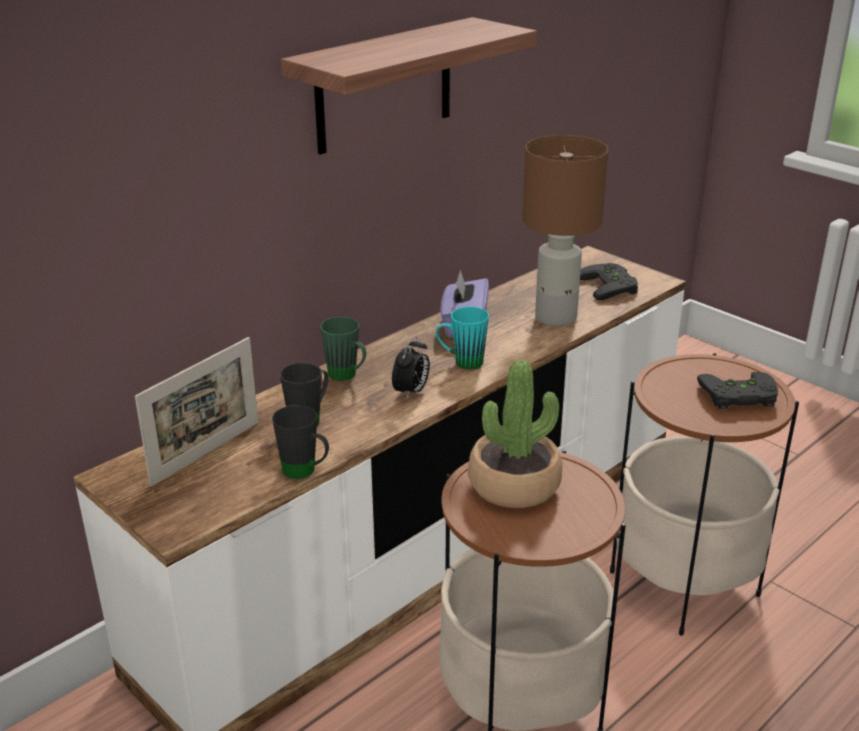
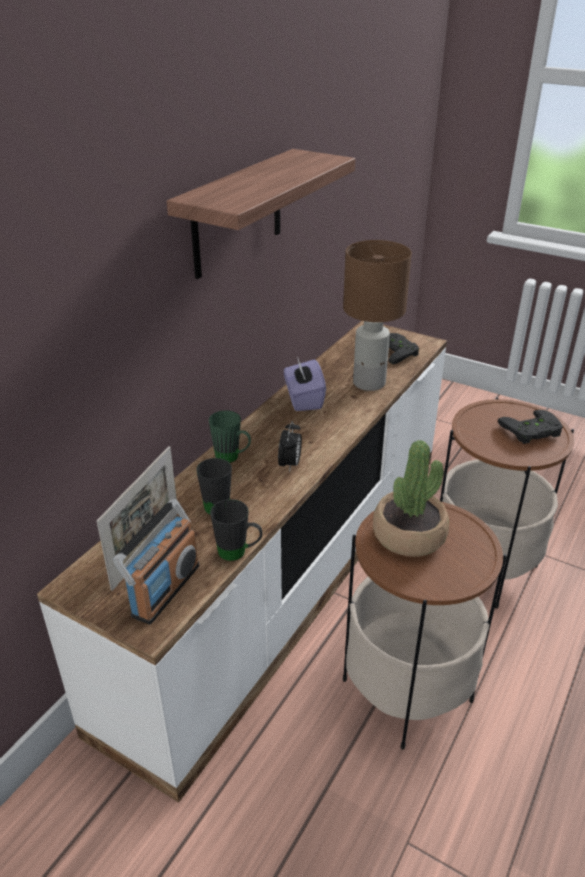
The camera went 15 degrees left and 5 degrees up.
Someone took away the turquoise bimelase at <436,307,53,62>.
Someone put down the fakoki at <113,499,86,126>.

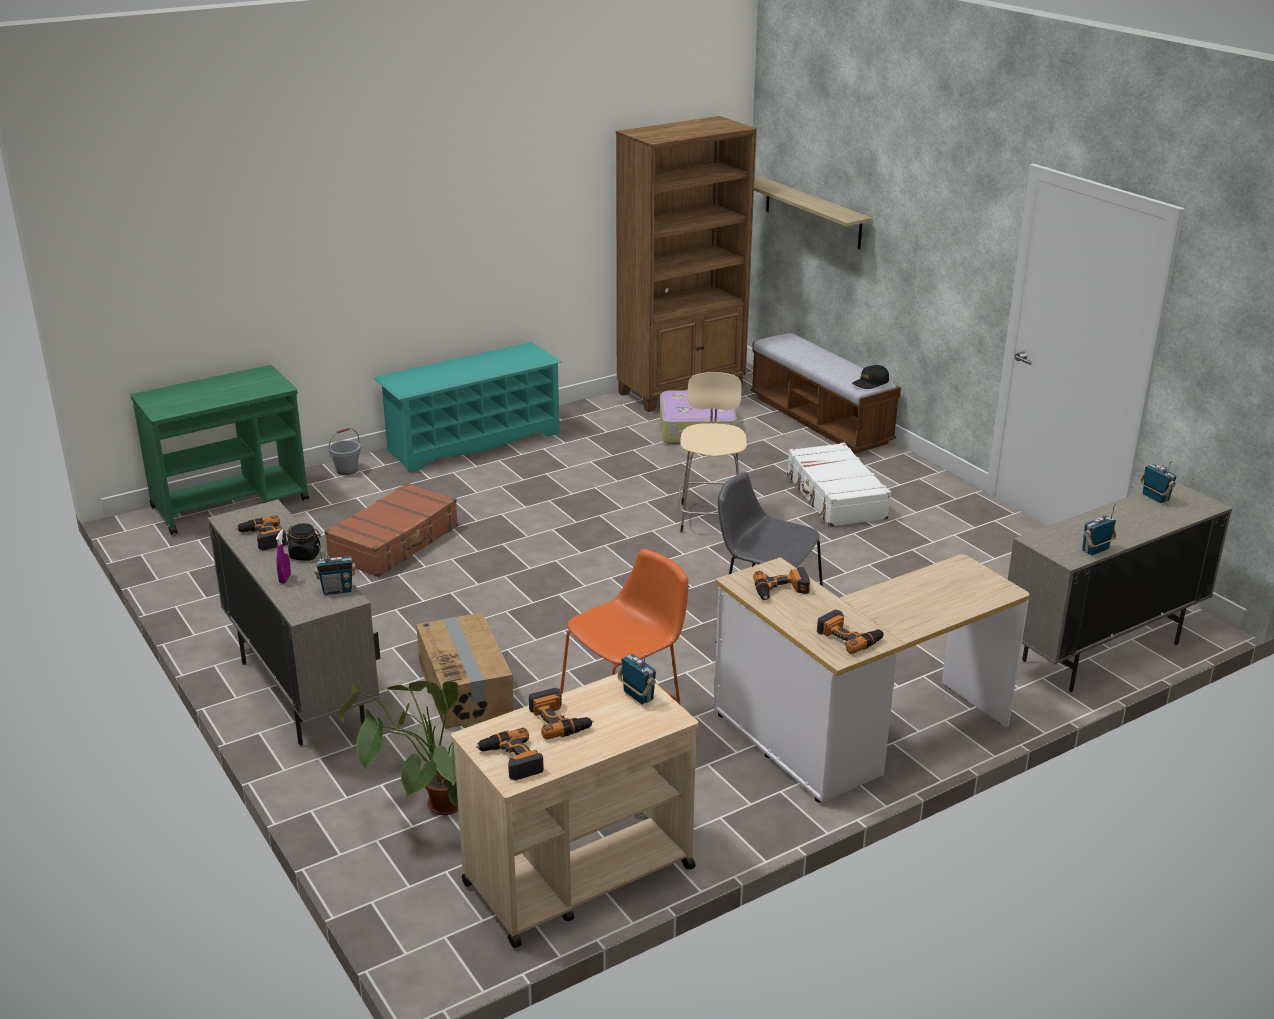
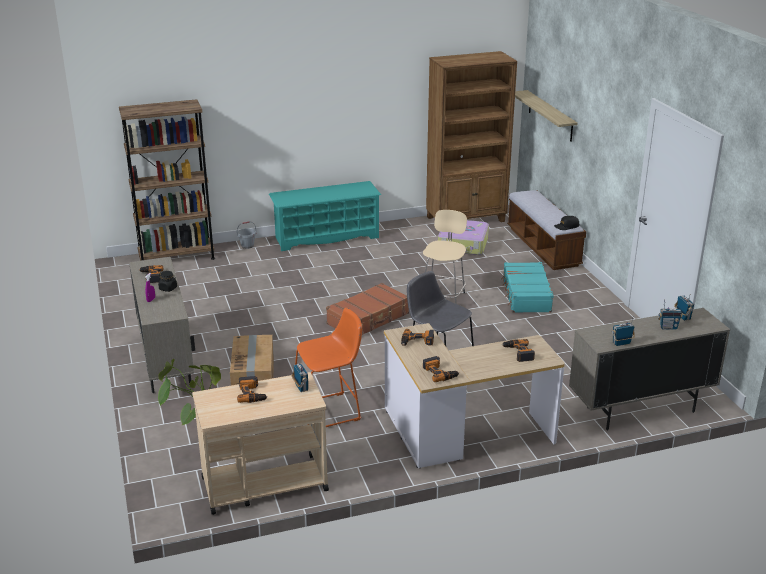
The camera went 15 degrees right and 0 degrees up.
Someone swapped the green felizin at <130,365,179,170> for the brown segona at <119,99,96,162>.
Someone carried the fakoki from <314,544,42,51> to <658,300,25,30>.
Someone carried the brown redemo from <324,483,134,94> to <326,283,83,52>.
Someone carried the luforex from <476,728,68,53> to <502,339,33,23>.
Someone repainted the white redemo at <787,442,104,85>, which became the turquoise redemo at <501,262,53,51>.

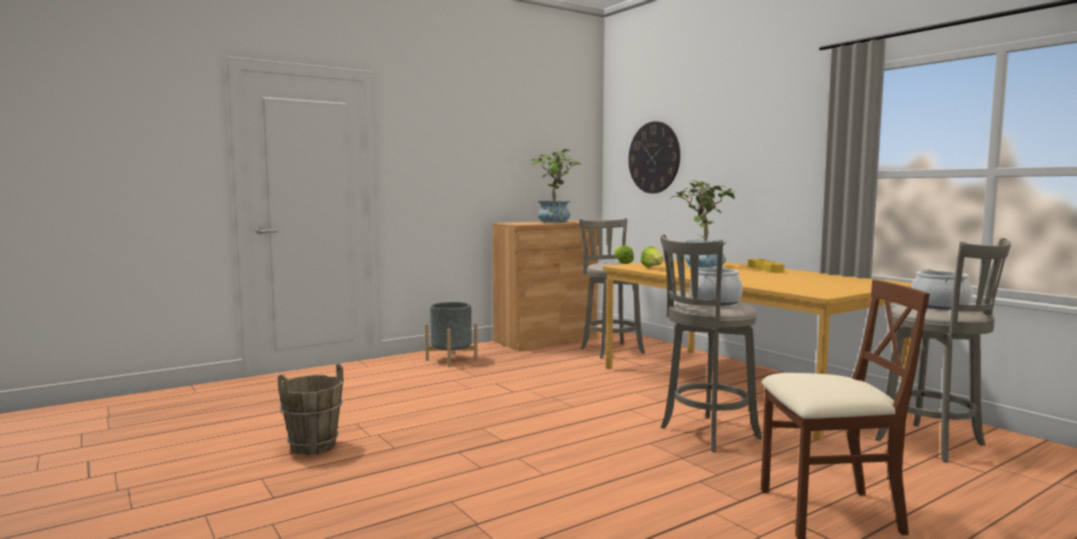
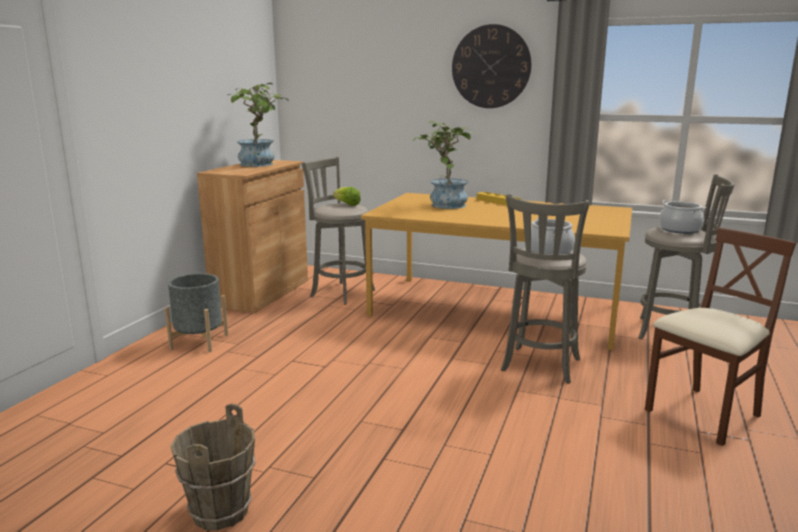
The camera went 35 degrees left and 10 degrees up.
Someone carried the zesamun from <628,121,52,72> to <452,24,80,84>.
Someone took away the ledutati at <641,246,22,21>.

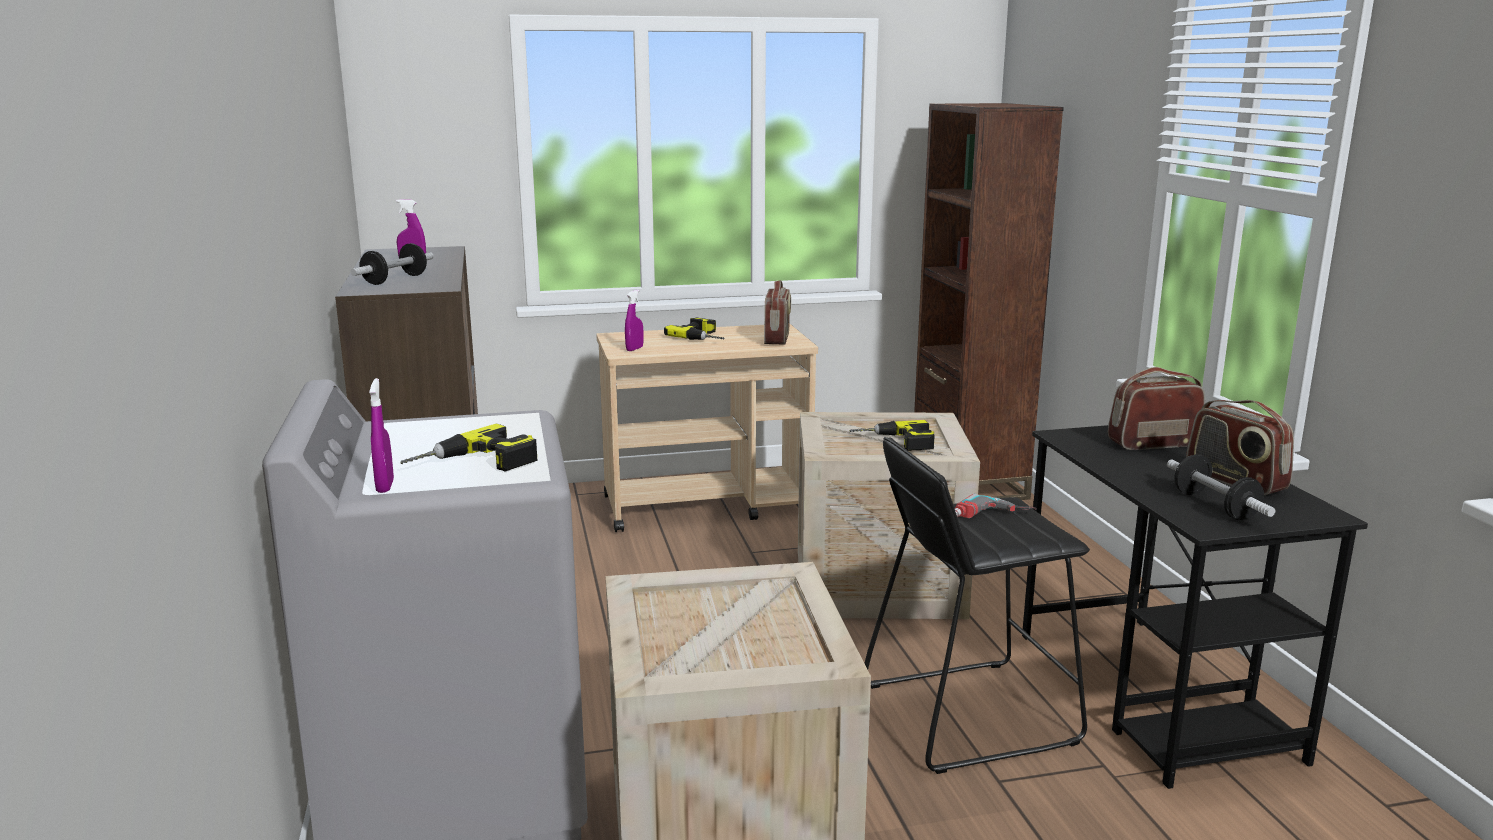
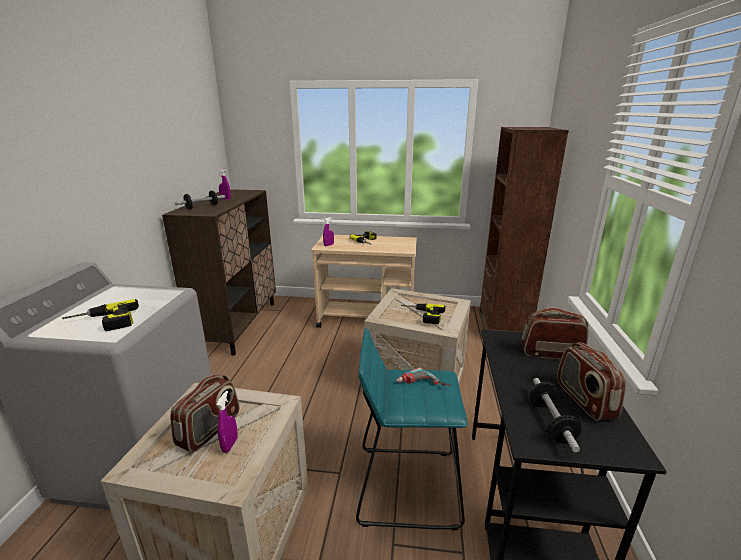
The camera went 20 degrees right and 5 degrees up.
Someone carried the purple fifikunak from <369,378,25,115> to <216,391,22,62>.
Someone carried the fakoki from <764,280,27,65> to <170,374,69,79>.
Someone repainted the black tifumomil at <865,437,225,337>, which became the turquoise tifumomil at <356,328,112,203>.

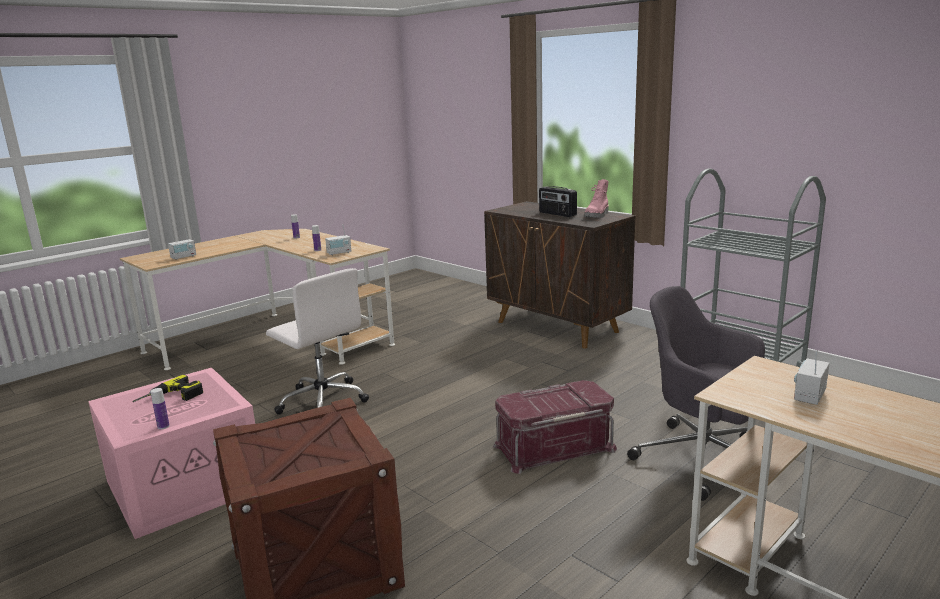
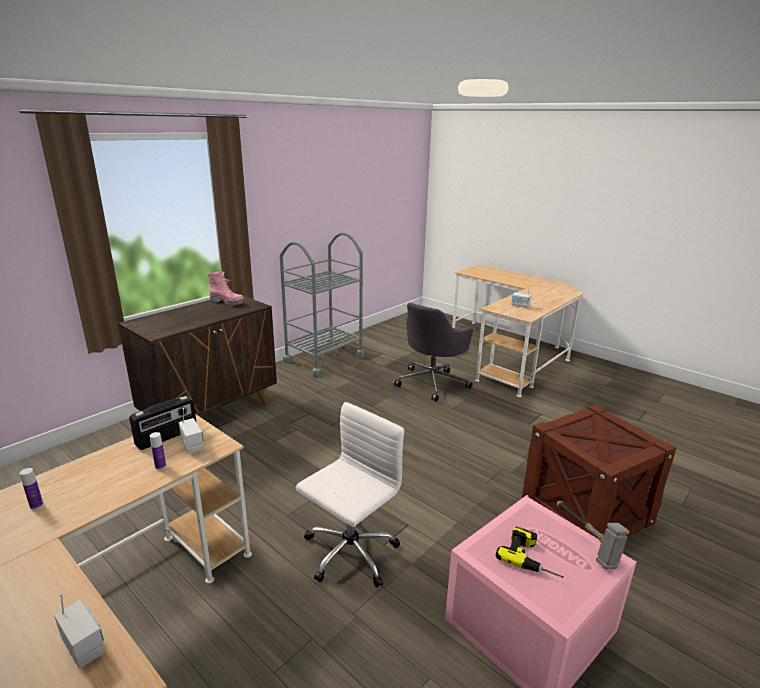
The camera went 95 degrees left and 5 degrees up.
Someone swapped the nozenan at <151,388,19,41> for the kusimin at <557,501,72,68>.
Someone took away the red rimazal at <493,380,124,94>.
Someone carried the fakoki from <539,186,38,31> to <129,396,68,54>.

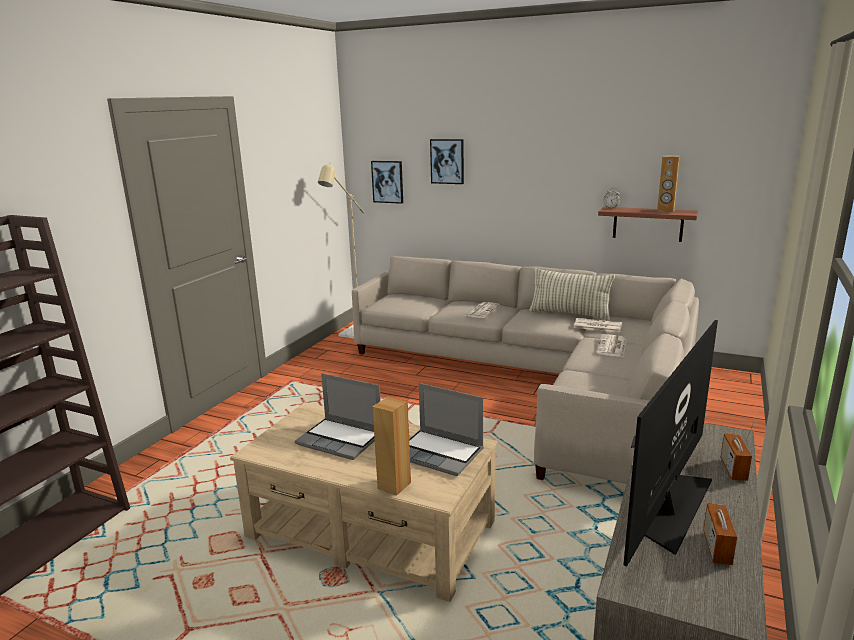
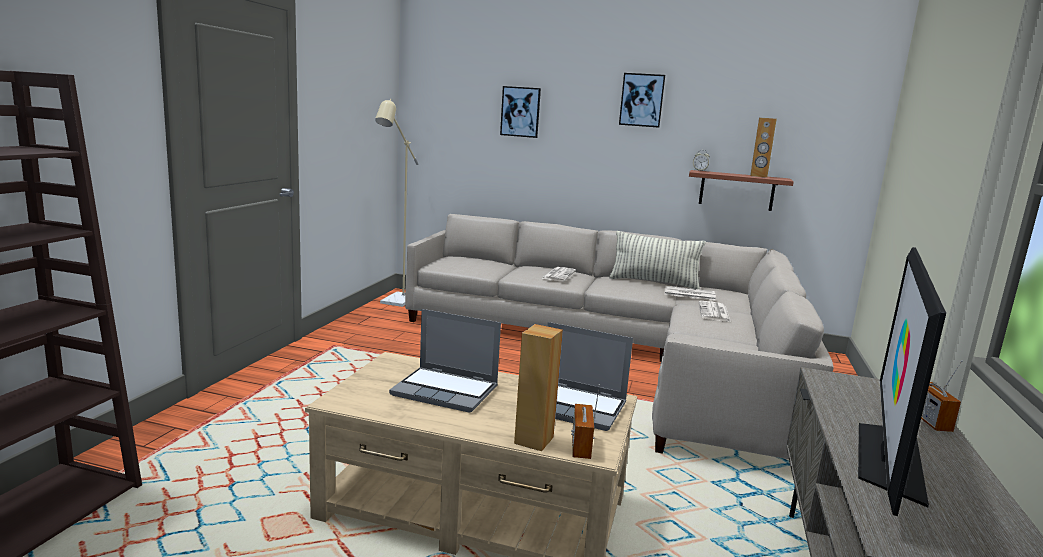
The camera went 10 degrees left and 5 degrees down.
Someone carried the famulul from <371,161,32,43> to <619,73,46,55>.
Someone carried the fakoki from <703,493,39,72> to <571,384,29,75>.

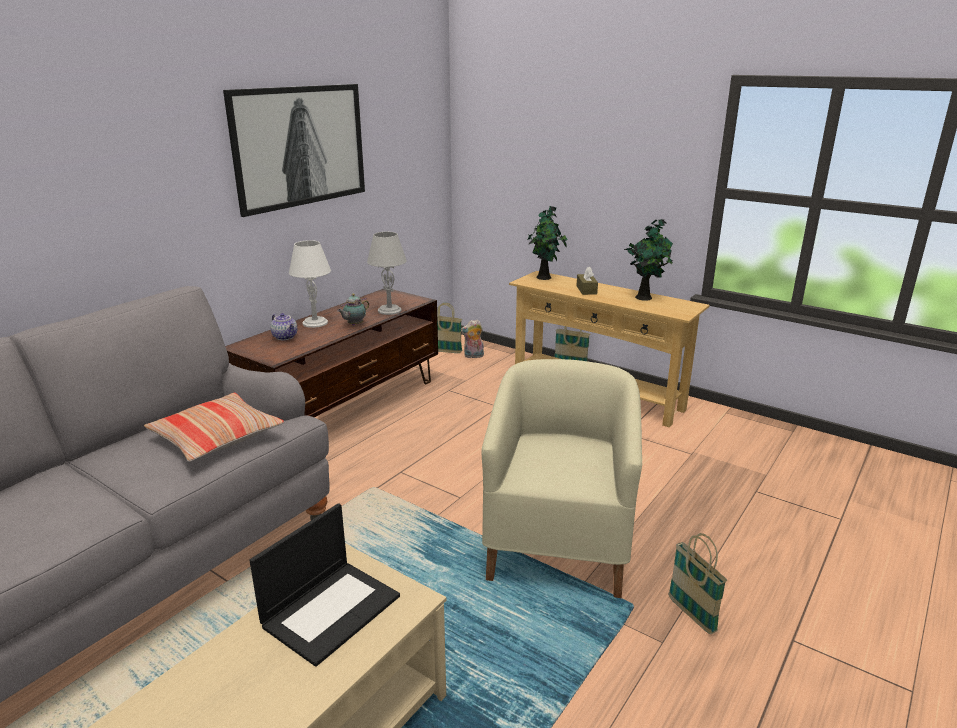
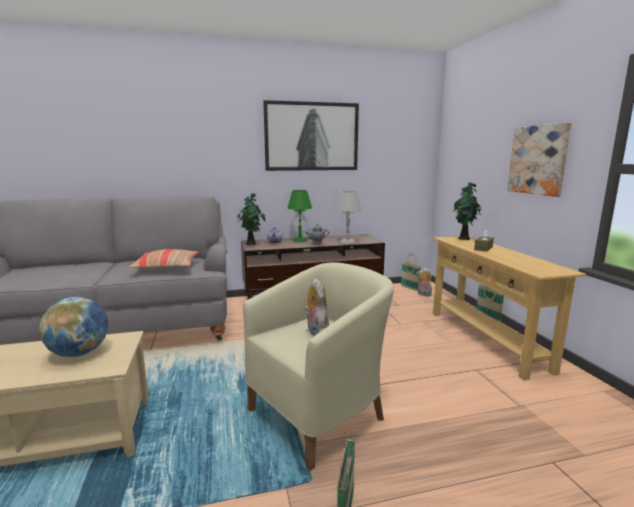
The camera went 40 degrees right and 10 degrees down.
Someone swapped the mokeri at <249,503,151,164> for the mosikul at <39,297,69,60>.
Someone repainted the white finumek at <289,240,42,88>, which became the green finumek at <288,190,24,52>.
Someone carried the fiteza from <624,219,49,82> to <237,193,28,52>.
Someone put down the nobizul at <304,278,25,58>.
Someone put up the famulul at <507,123,64,74>.

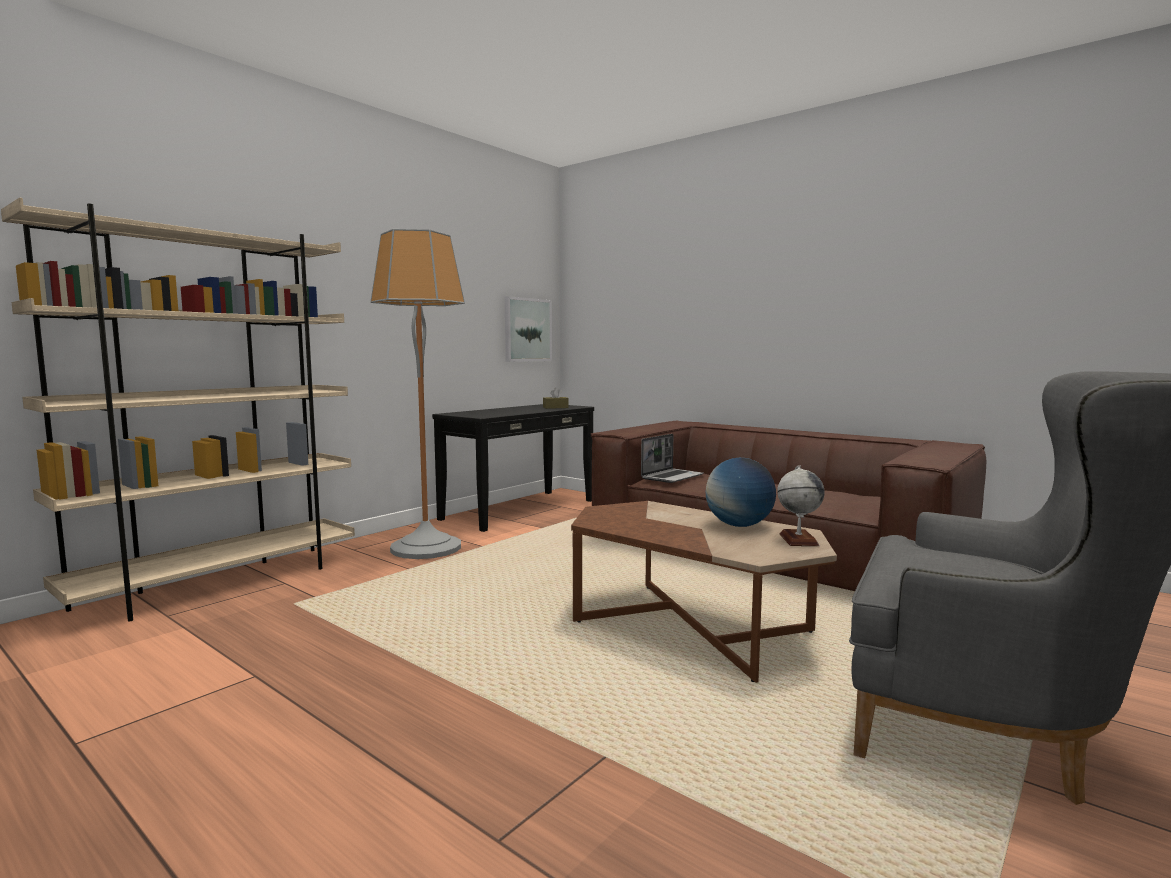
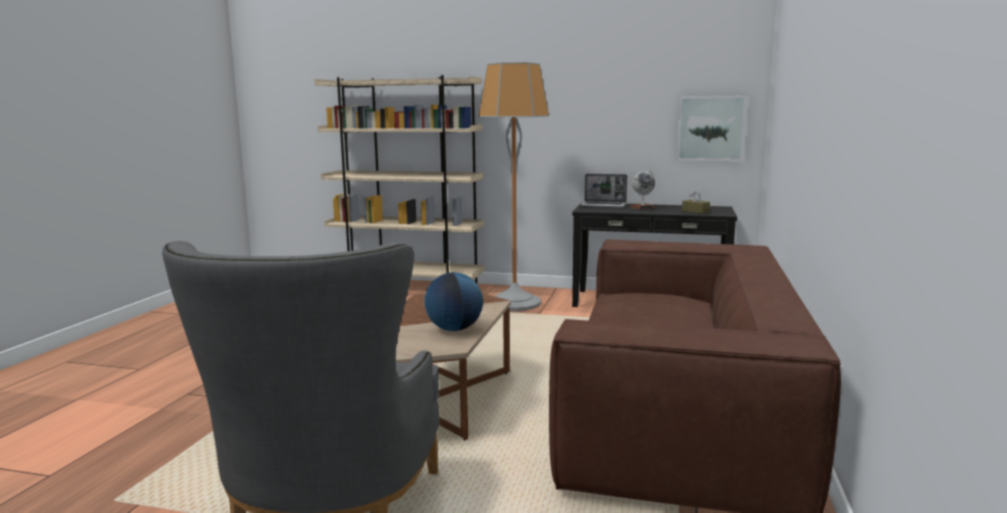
The camera went 65 degrees right and 5 degrees up.
Someone carried the mokeri from <641,434,63,49> to <580,174,47,34>.
Someone carried the mosikul from <777,465,47,81> to <630,170,25,40>.

